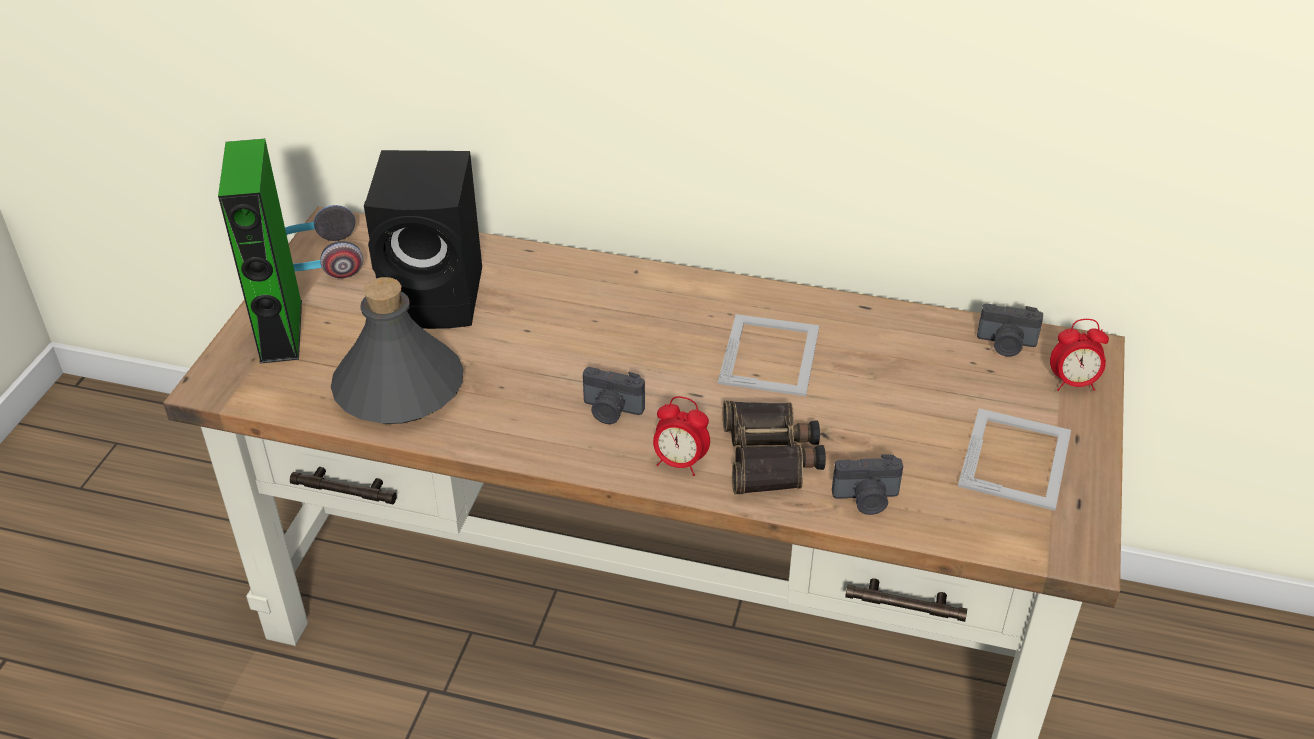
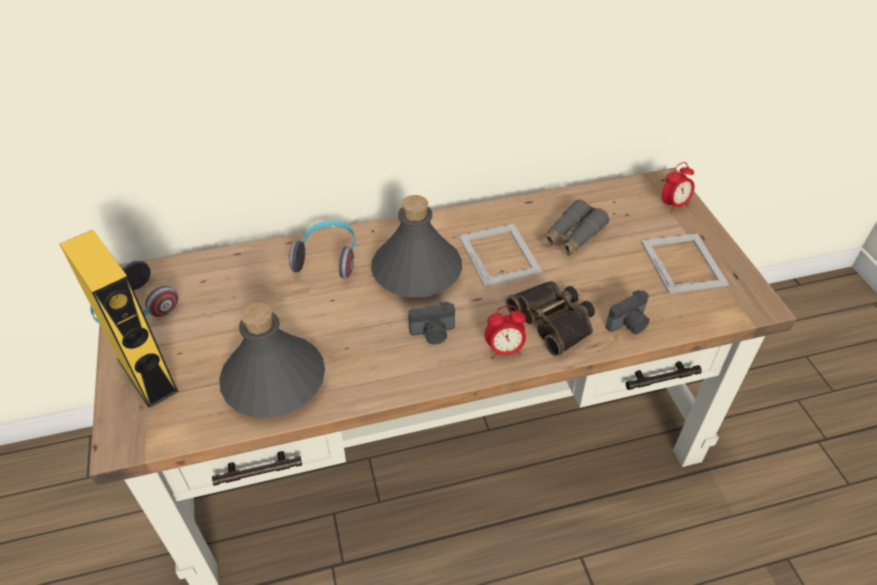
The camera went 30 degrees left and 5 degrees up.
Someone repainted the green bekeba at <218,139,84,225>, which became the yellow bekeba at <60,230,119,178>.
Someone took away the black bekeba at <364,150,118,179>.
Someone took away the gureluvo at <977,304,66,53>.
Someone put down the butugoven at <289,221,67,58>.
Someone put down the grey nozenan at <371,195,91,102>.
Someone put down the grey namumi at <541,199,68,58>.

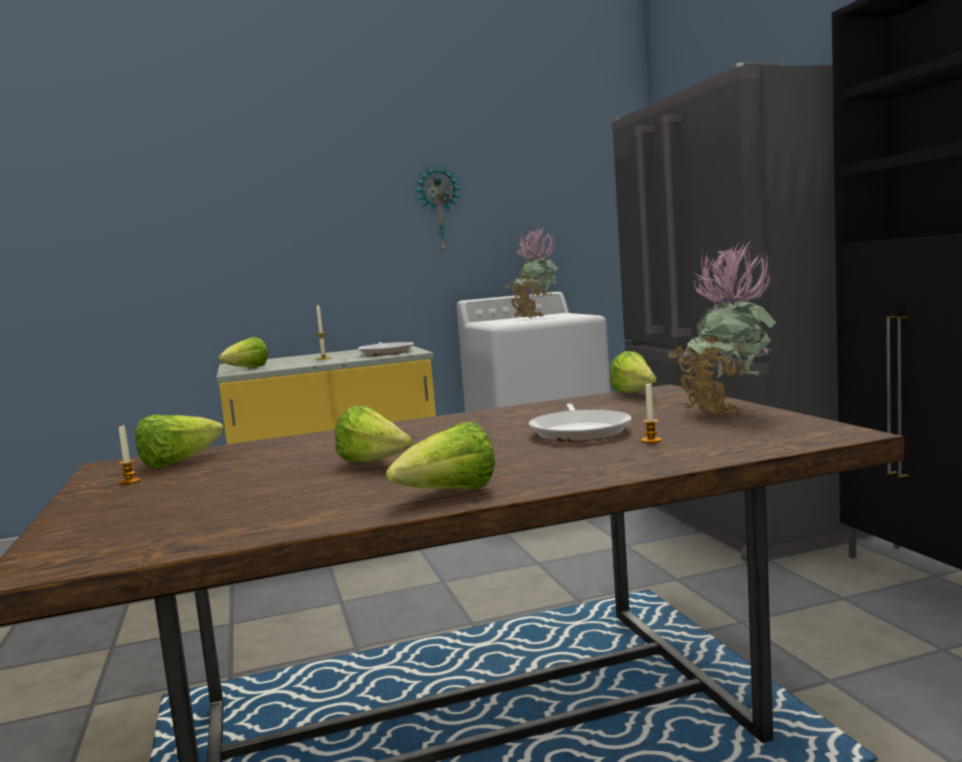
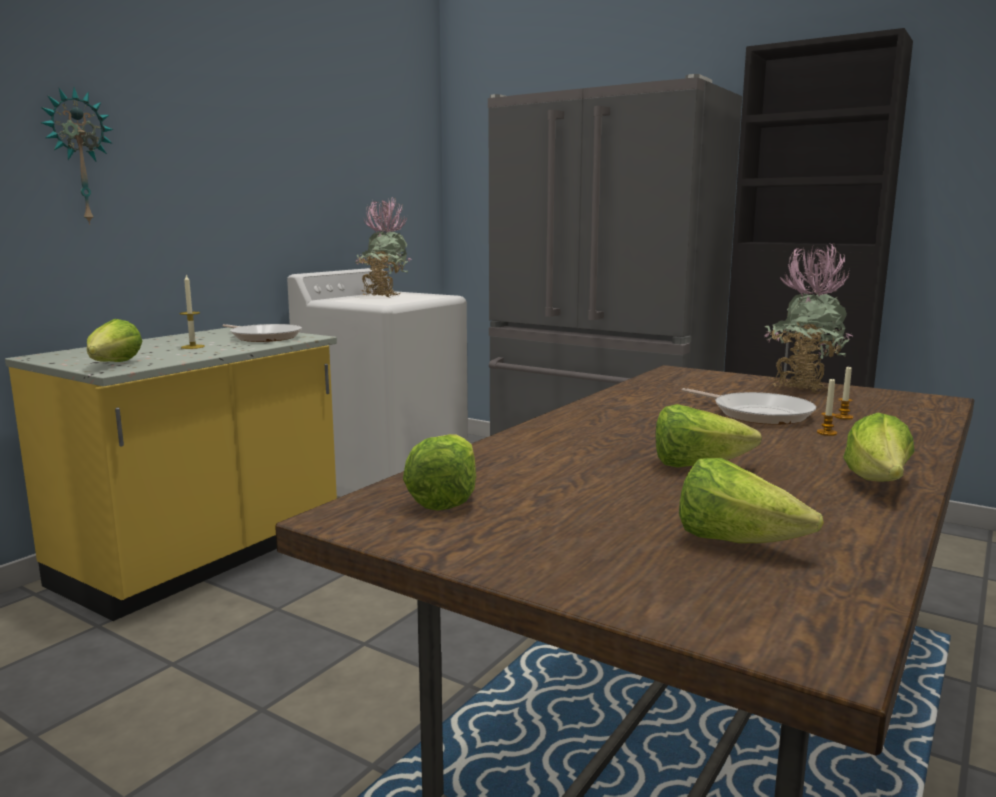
The camera went 40 degrees left and 5 degrees up.
Someone carried the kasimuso from <119,424,22,61> to <817,378,20,58>.
Someone carried the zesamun from <414,164,47,89> to <40,87,74,138>.
Someone carried the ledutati from <610,351,47,42> to <679,458,145,85>.

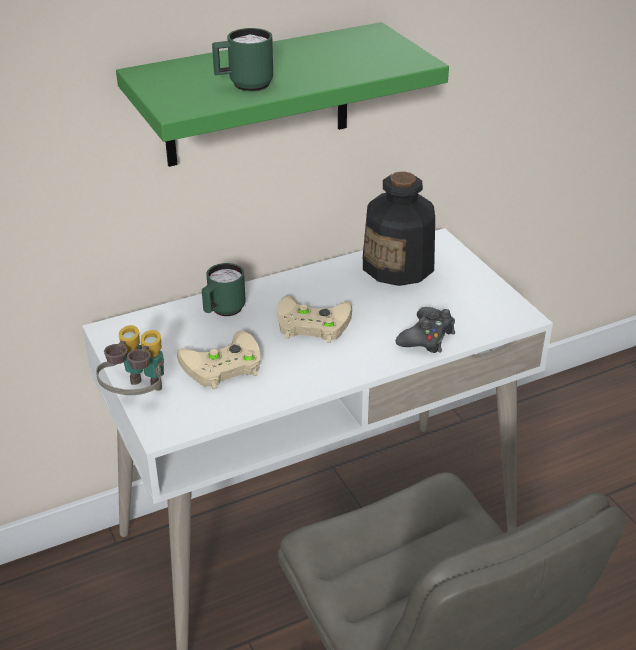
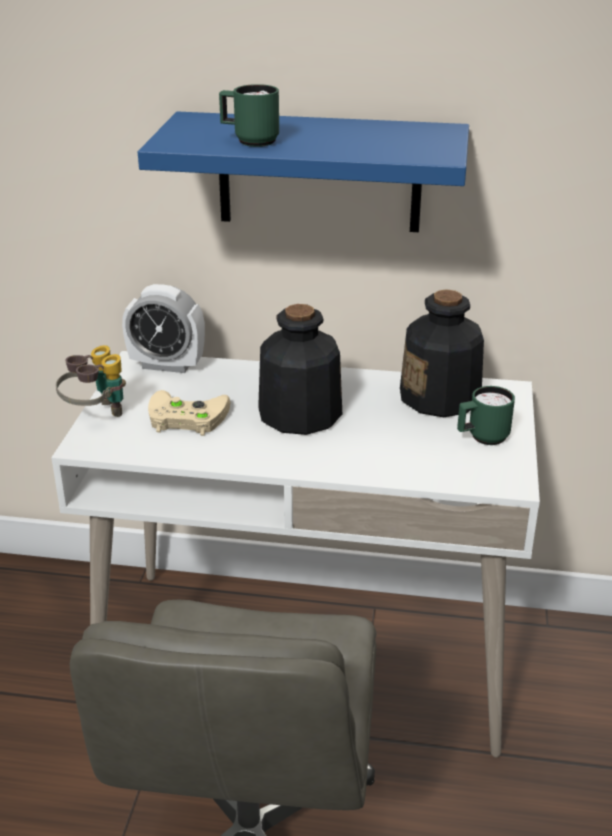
The camera went 35 degrees right and 5 degrees down.
Someone repainted the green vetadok at <116,22,333,145>, which became the blue vetadok at <138,111,331,121>.
Someone carried the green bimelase from <202,263,44,53> to <457,386,58,59>.
Someone swapped the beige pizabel at <277,295,75,48> for the nozenan at <258,304,84,131>.
Someone took away the black pizabel at <395,307,60,46>.
Someone put down the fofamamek at <122,284,83,89>.

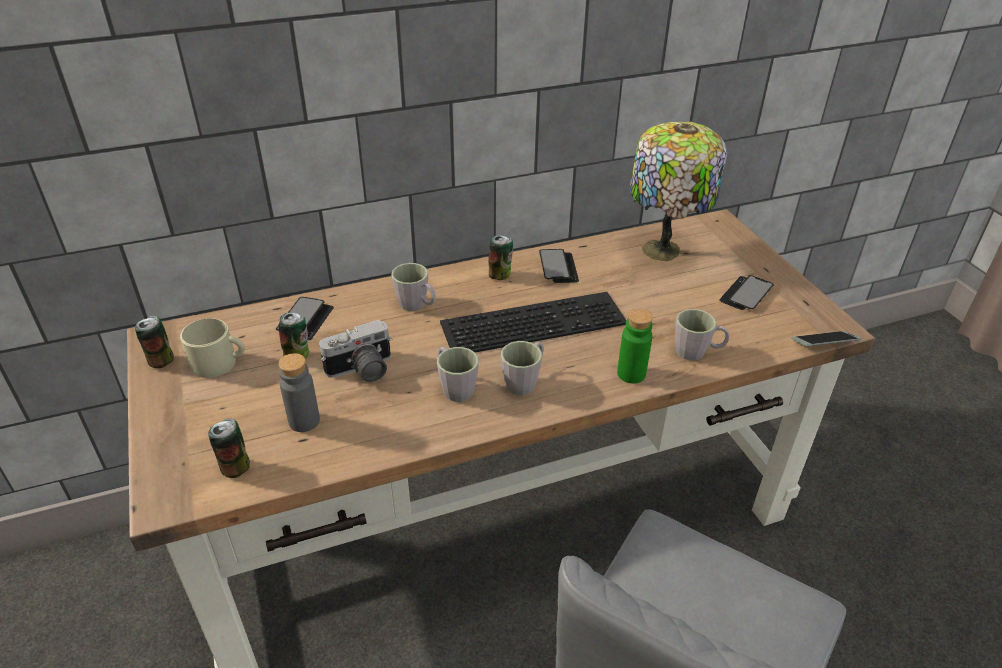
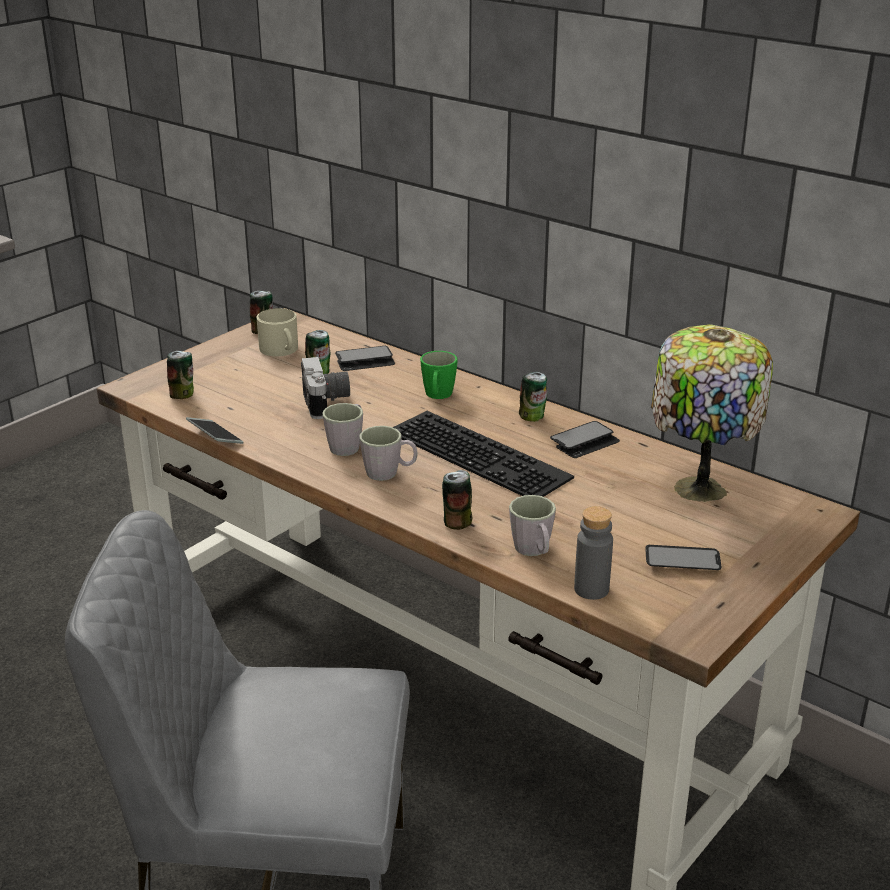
The camera went 60 degrees right and 10 degrees down.
Someone carried the grey nozenan from <278,353,42,79> to <574,506,39,94>.
Someone rotated the gureluvo at <319,320,73,62> by 135 degrees counterclockwise.
Someone repainted the grey bimelase at <391,263,45,48>, which became the green bimelase at <420,351,38,48>.
Someone swapped the green nozenan at <617,309,36,74> for the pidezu at <442,470,30,60>.
Someone carried the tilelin from <791,331,71,15> to <186,417,58,27>.

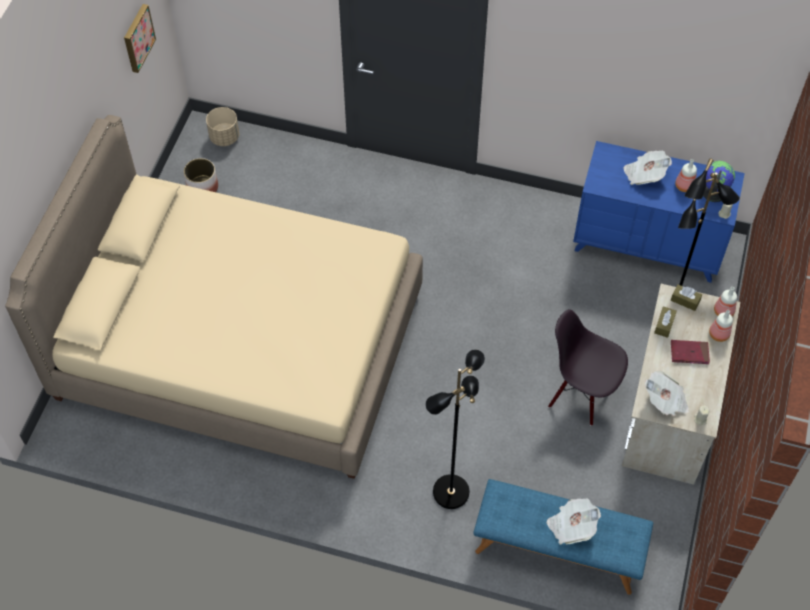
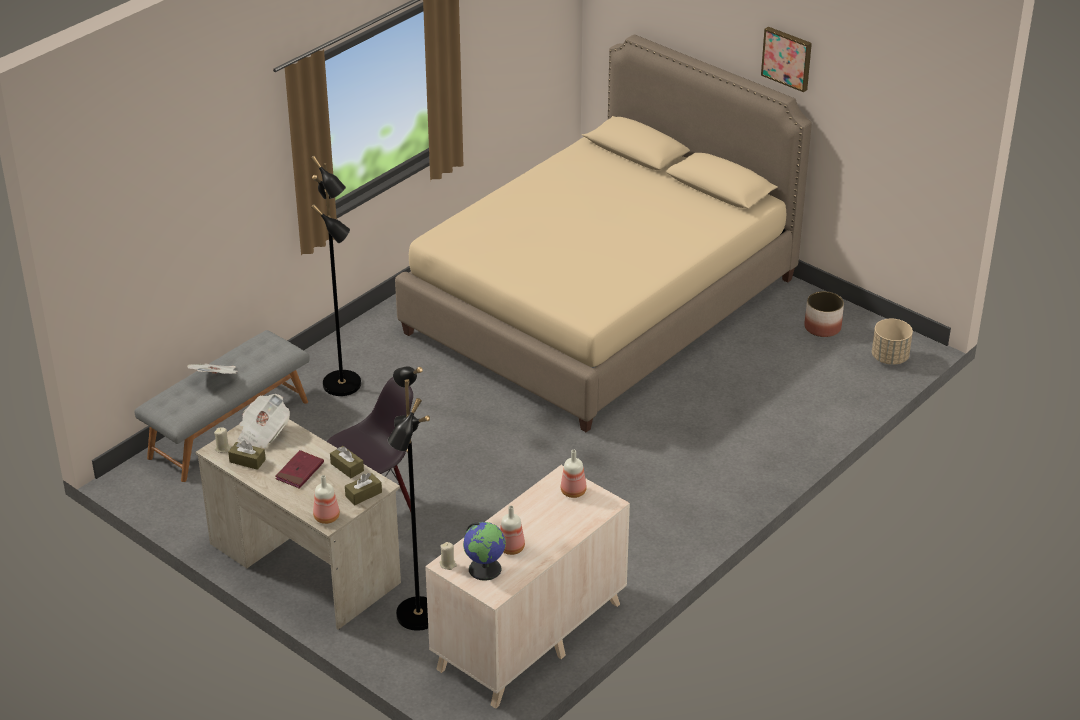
The camera went 115 degrees right and 20 degrees down.
Someone carried the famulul from <124,4,32,69> to <761,27,51,65>.
Someone repainted the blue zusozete at <473,479,180,116>, which became the grey zusozete at <134,330,176,152>.
Someone repainted the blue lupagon at <573,141,172,142>, which became the beige lupagon at <425,465,205,244>.
Someone took away the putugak at <623,150,49,35>.
Someone carried the nozenan from <709,310,24,32> to <561,450,26,48>.
Someone put down the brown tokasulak at <228,441,38,29>.

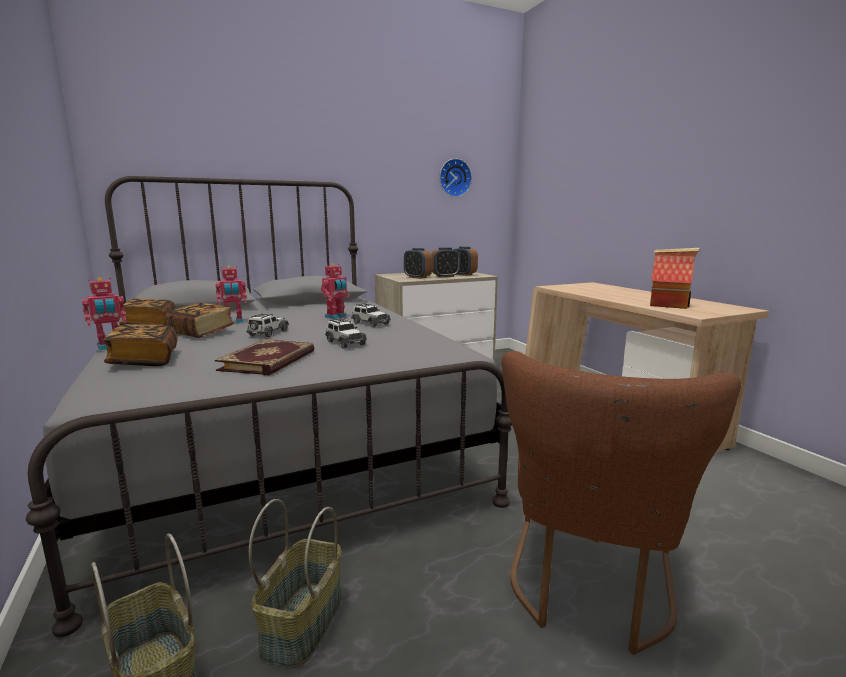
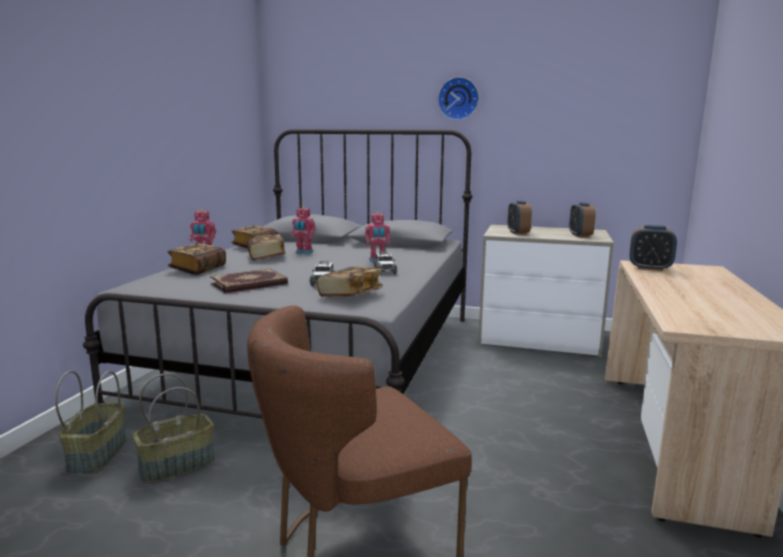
The camera went 40 degrees right and 0 degrees up.
Someone took away the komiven at <246,313,43,24>.
Someone carried the fofamamek from <431,247,29,30> to <629,225,48,46>.
Someone carried the zesamun from <439,158,33,39> to <438,77,41,43>.
Someone took away the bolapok at <650,248,50,61>.
Someone put down the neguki at <317,267,66,30>.

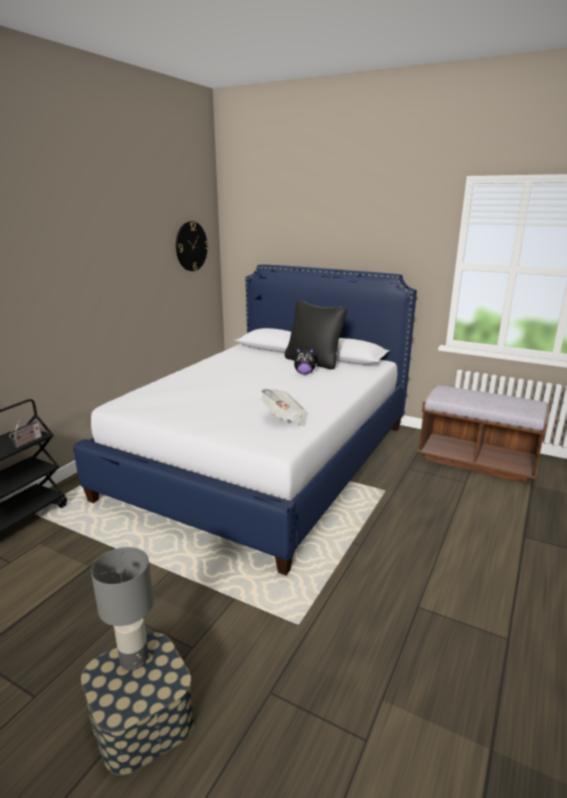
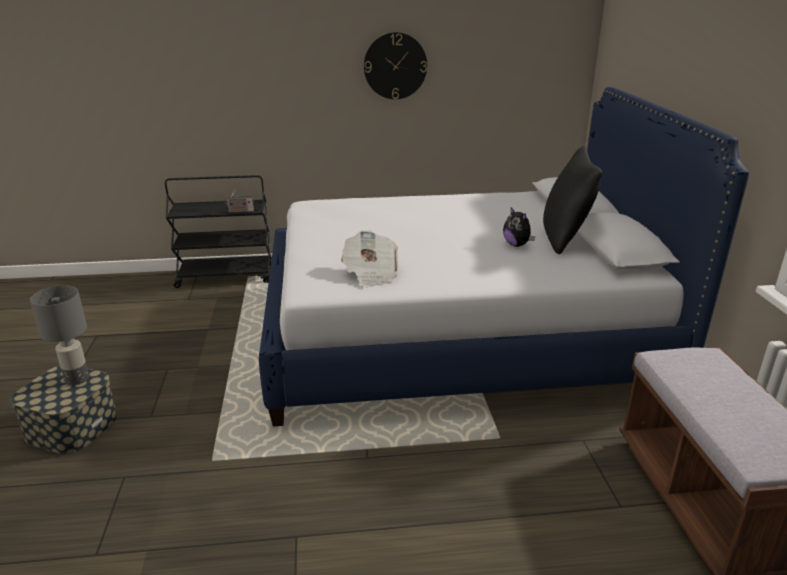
The camera went 55 degrees right and 5 degrees up.
Someone carried the zesamun from <176,221,33,50> to <364,32,63,67>.

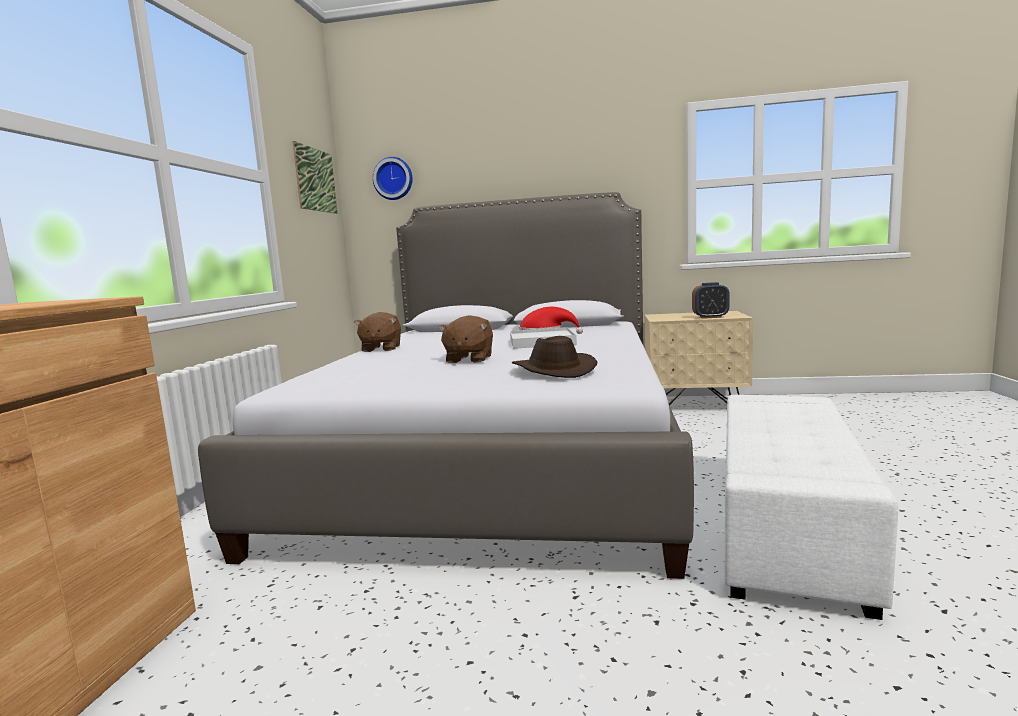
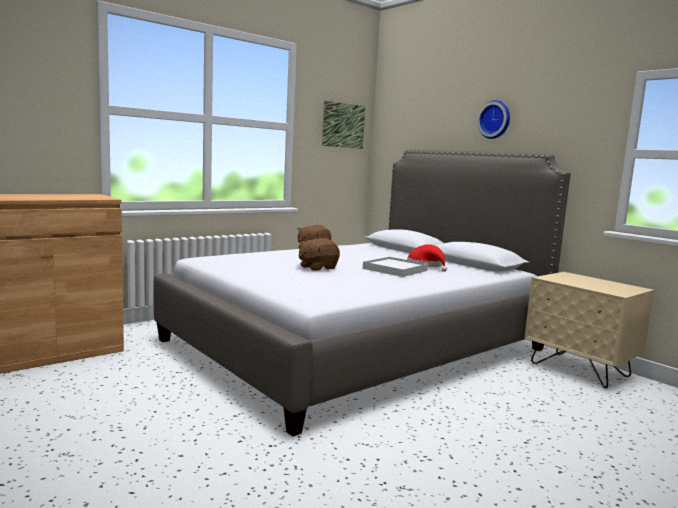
The camera went 40 degrees right and 0 degrees up.
Someone carried the zesamun from <373,157,40,43> to <477,100,33,39>.
Someone took away the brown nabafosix at <512,336,85,42>.
Someone took away the fofamamek at <692,282,38,37>.
Someone took away the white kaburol at <724,395,174,225>.

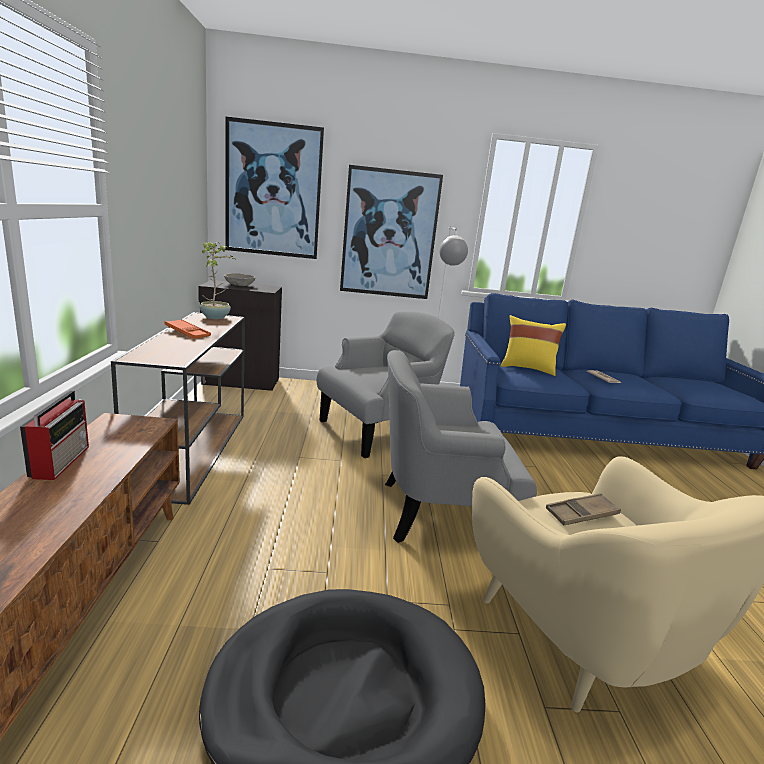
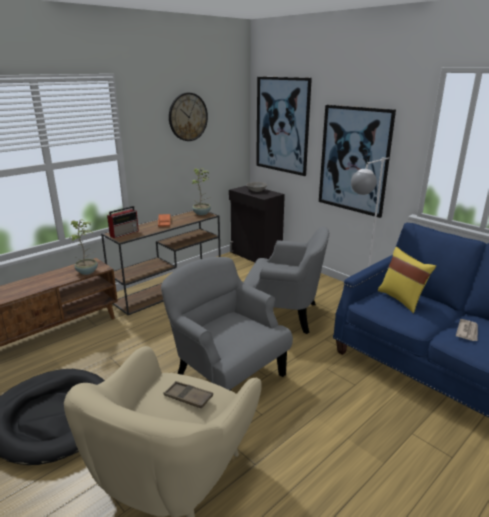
The camera went 50 degrees right and 5 degrees up.
Someone carried the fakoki from <20,390,69,90> to <107,206,32,32>.
Someone put down the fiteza at <70,219,28,56>.
Someone put up the zesamun at <169,93,39,48>.

